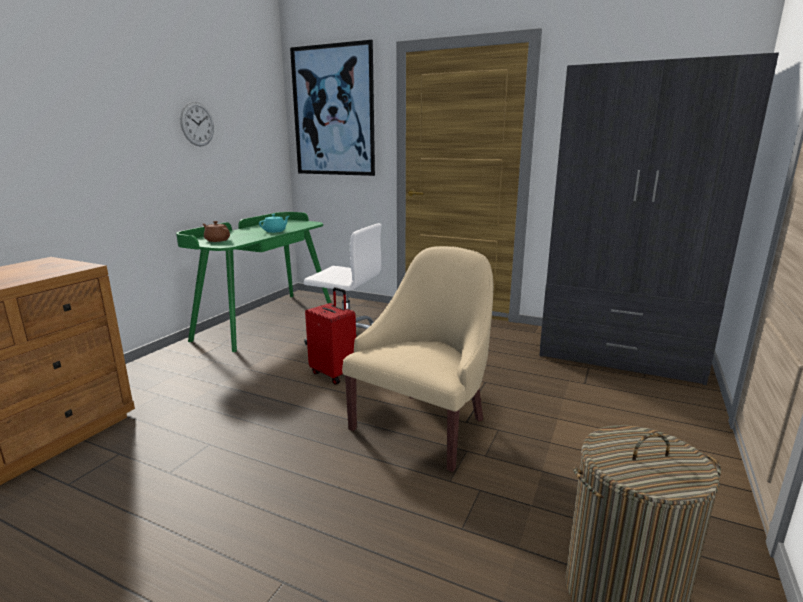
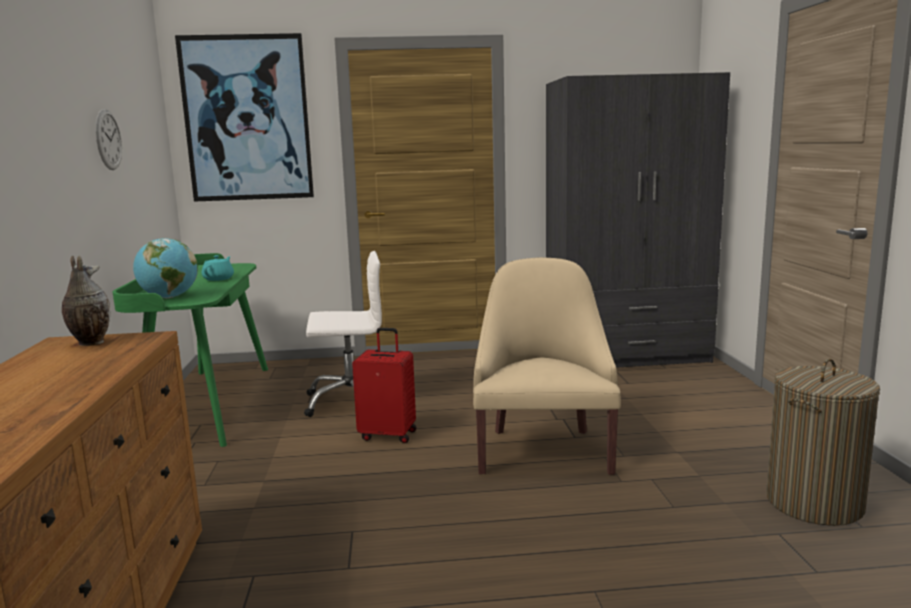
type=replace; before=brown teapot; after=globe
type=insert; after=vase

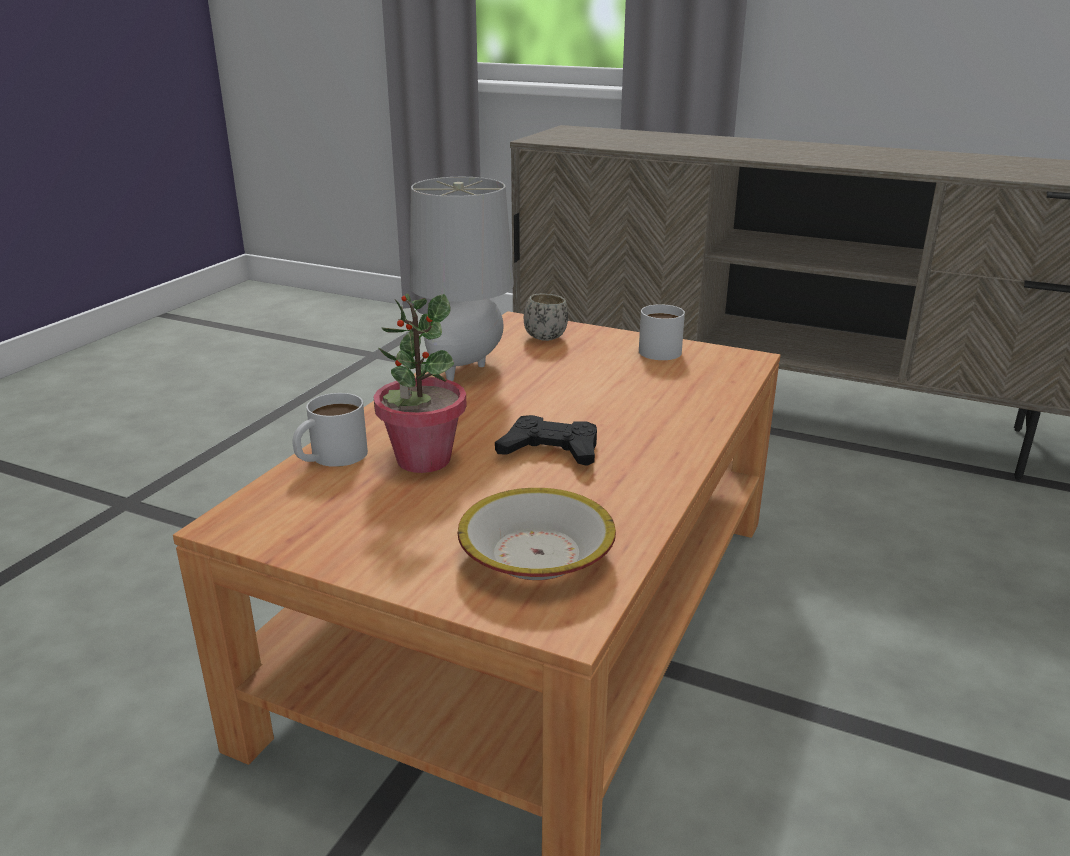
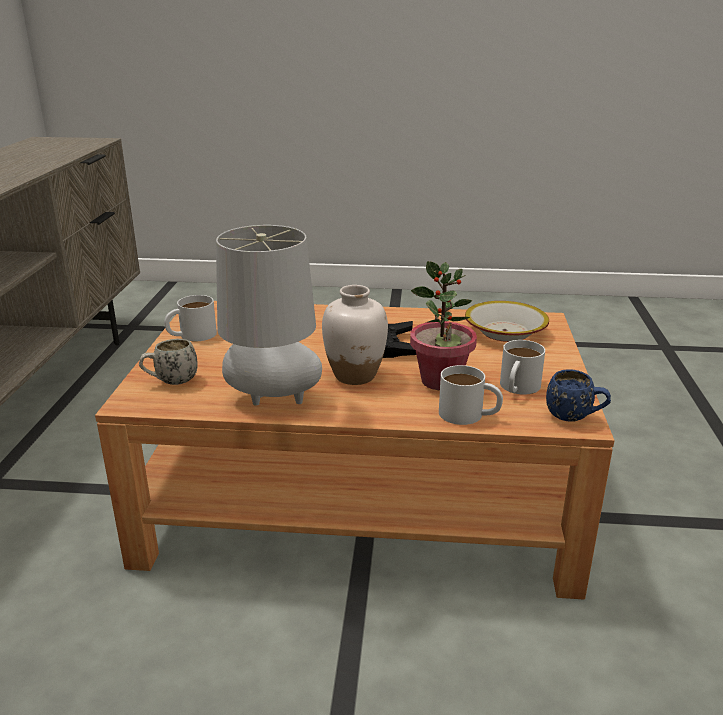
type=insert; after=white vase
type=insert; after=white mug (4th from left)
type=insert; after=blue mug

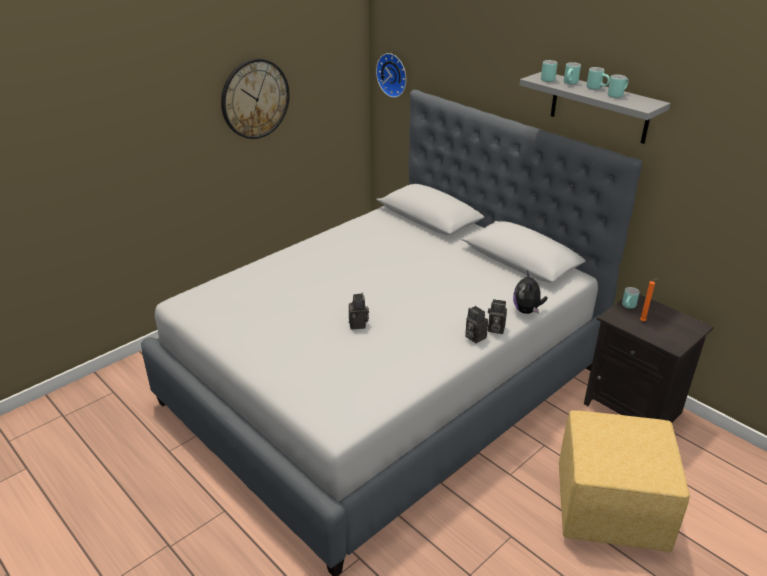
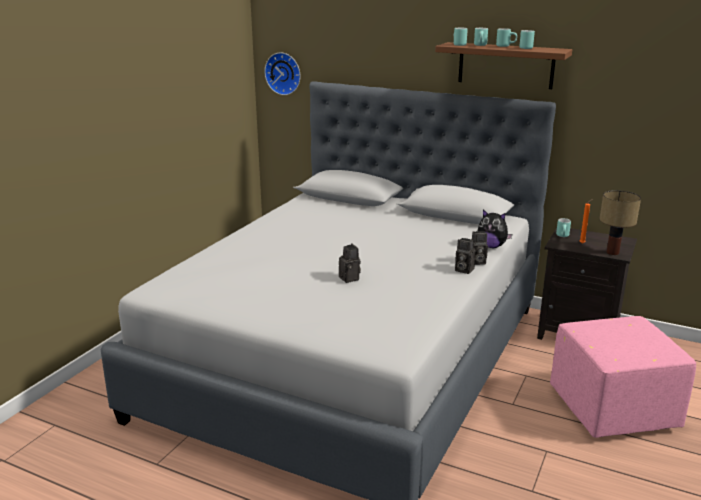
type=delete; before=wall clock (1st from left)
type=rotate; before=plush toy; turn=-45
type=recolor; before=grey shelf; after=brown shelf
type=recolor; before=yellow ottoman; after=pink ottoman
type=insert; after=table lamp

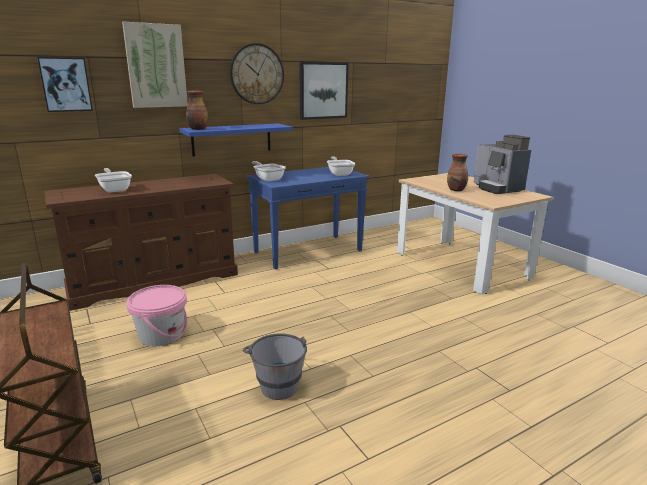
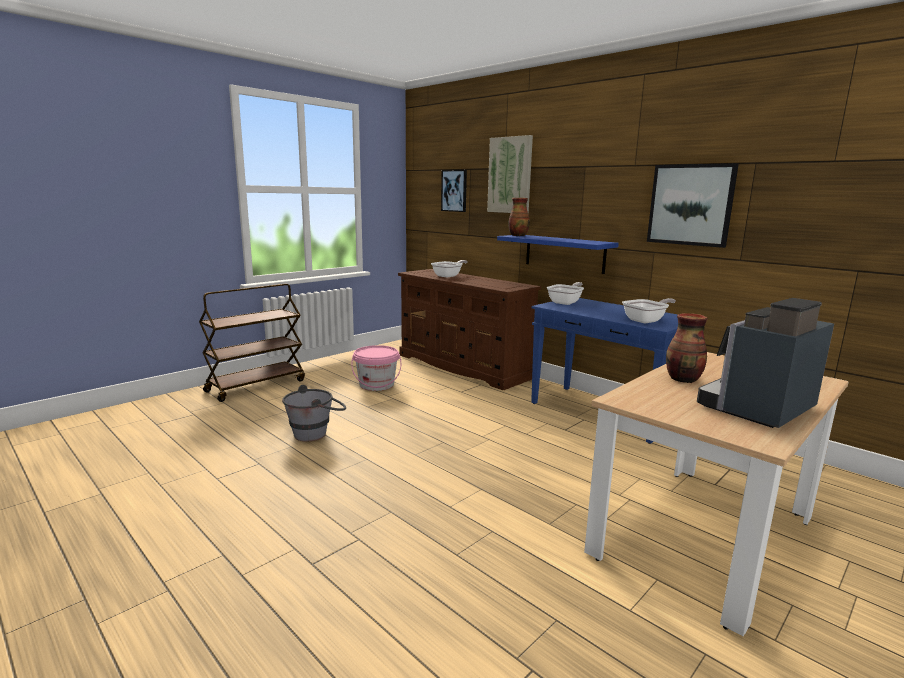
type=delete; before=wall clock

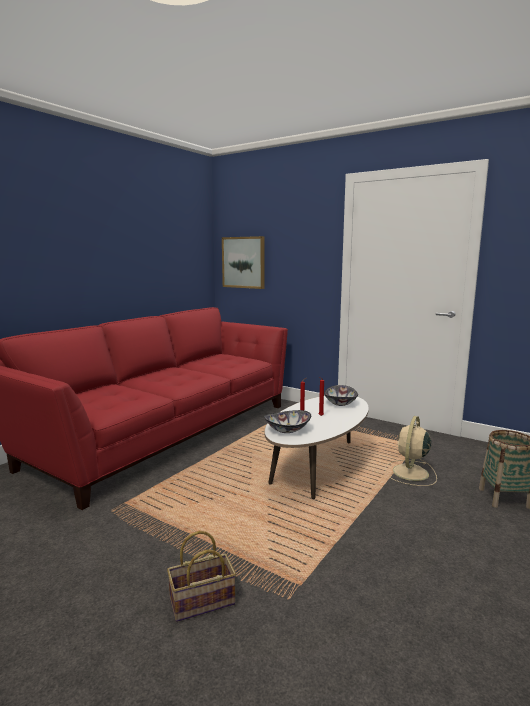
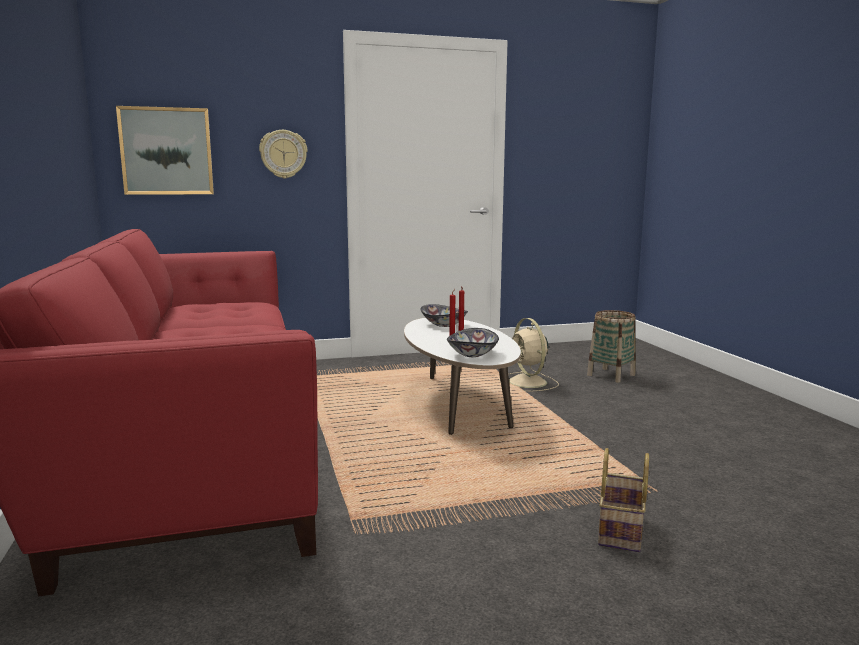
type=insert; after=wall clock

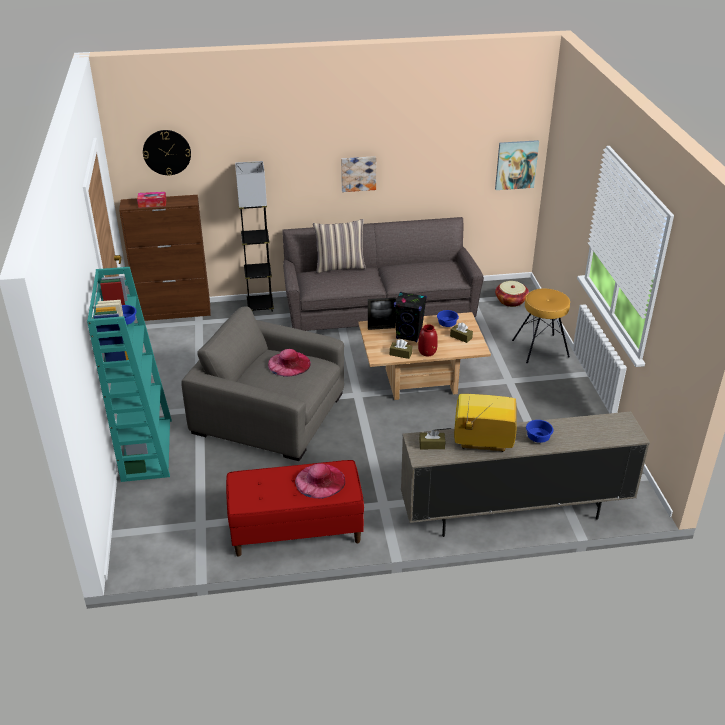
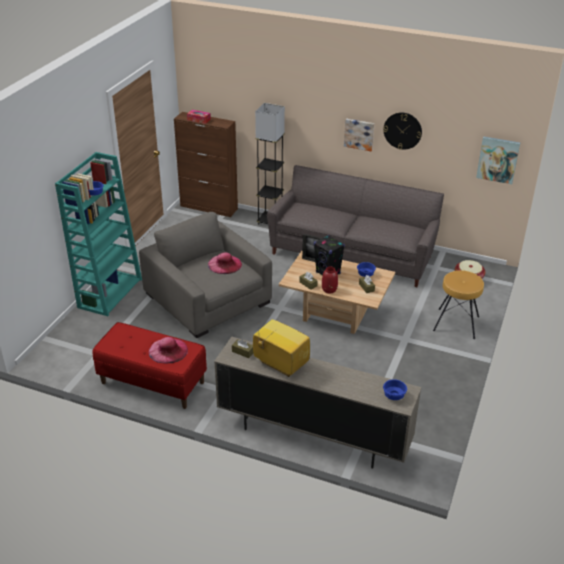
type=move; before=wall clock
type=delete; before=pillow
type=move; before=blue bowl (3rd from left)

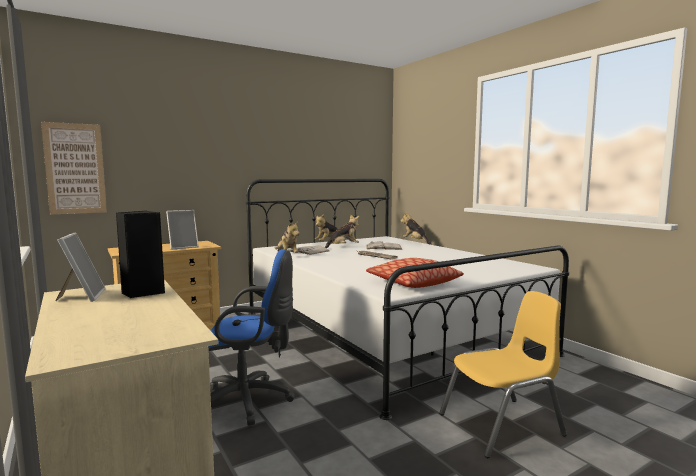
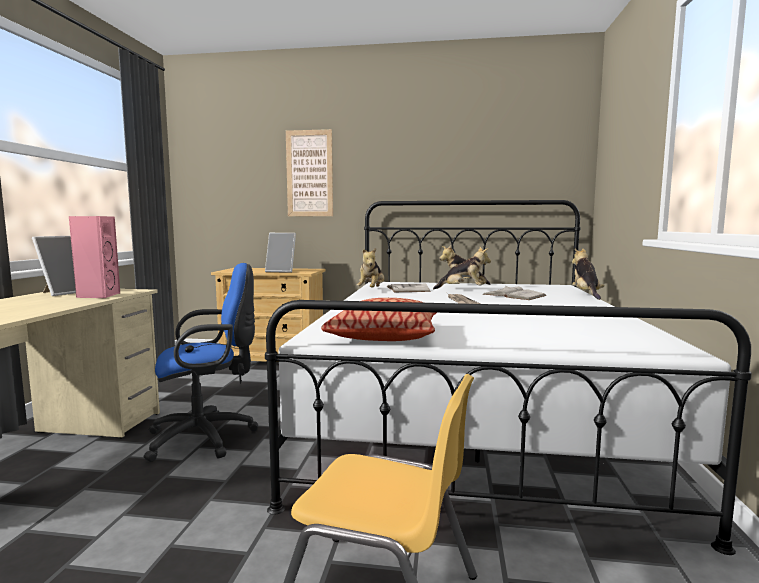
type=move; before=picture
type=recolor; before=black speaker; after=pink speaker
type=rotate; before=blue office chair; turn=-60

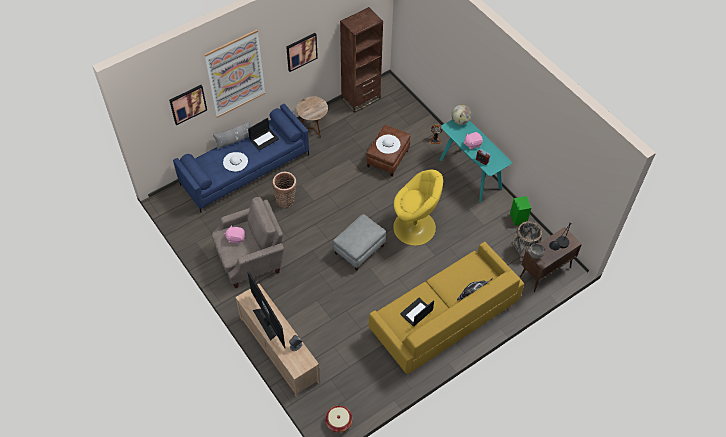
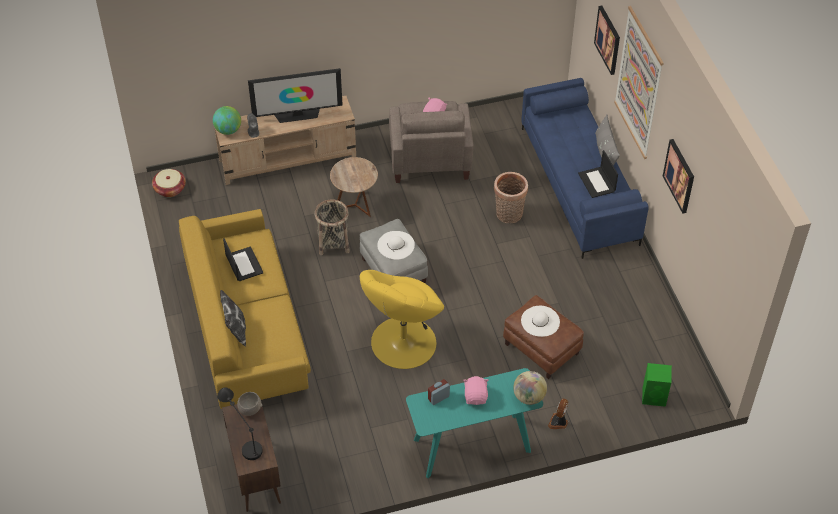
type=move; before=white hat (1st from left)
type=move; before=brown side table
type=delete; before=brown bookcase
type=move; before=green speaker
type=move; before=basket (3rd from left in the first image); after=basket (2nd from left)
type=insert; after=globe (1st from left)

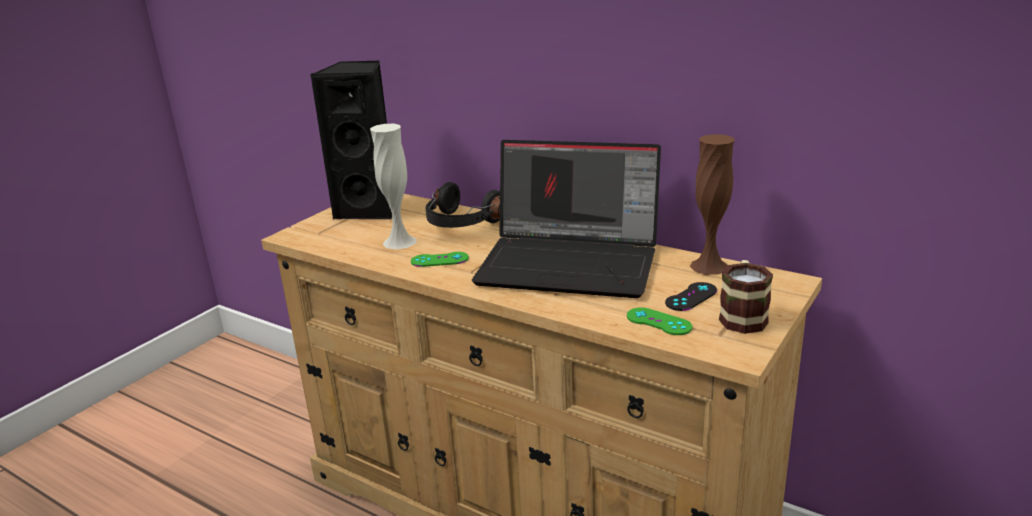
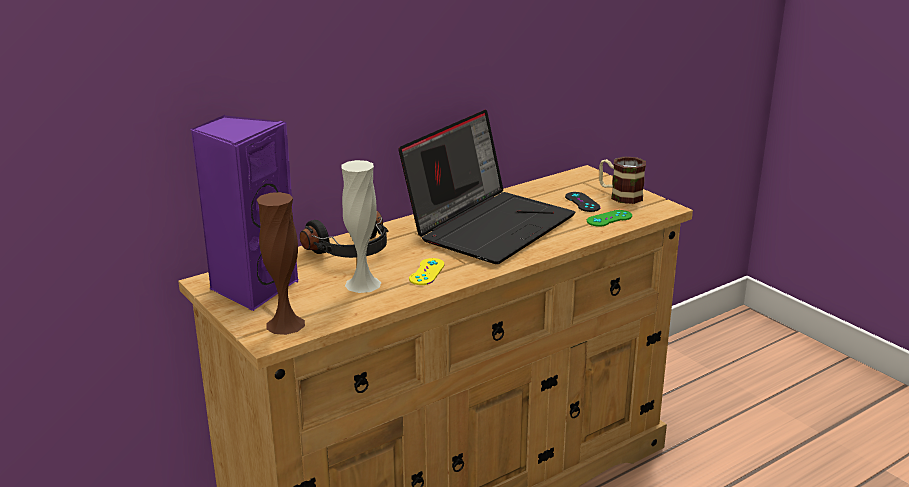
type=recolor; before=black speaker; after=purple speaker
type=recolor; before=green game controller (1st from left); after=yellow game controller
type=move; before=brown vase

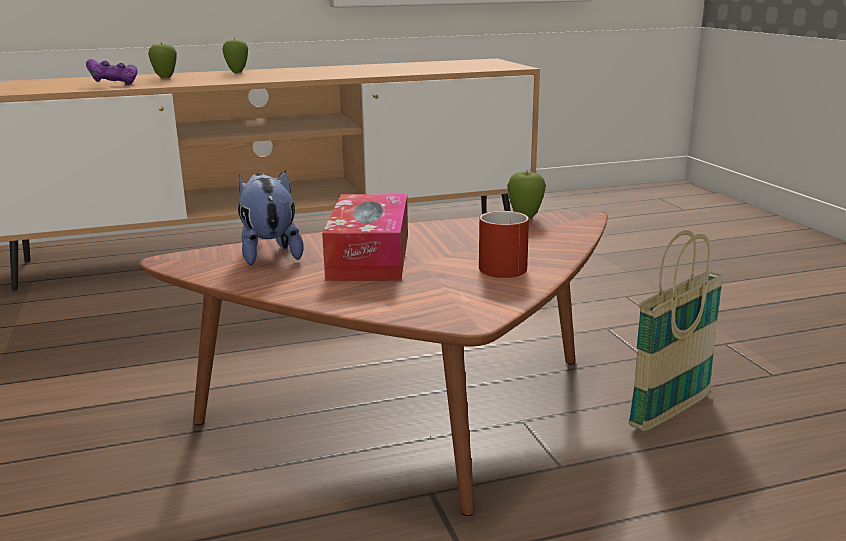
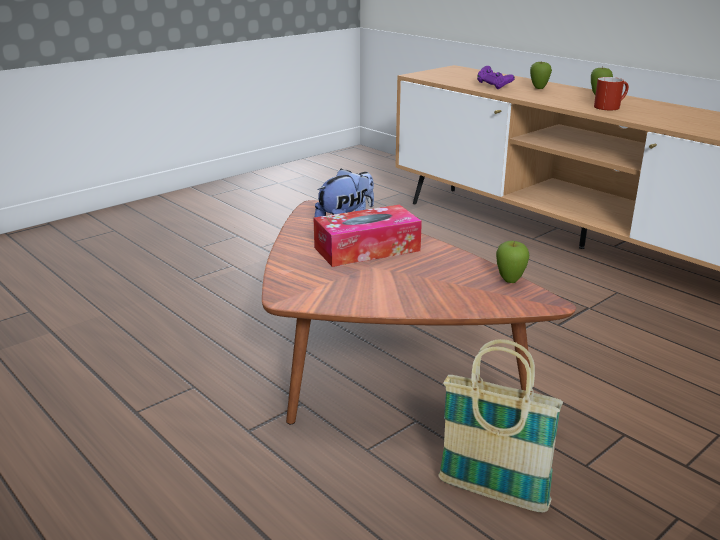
type=move; before=red mug

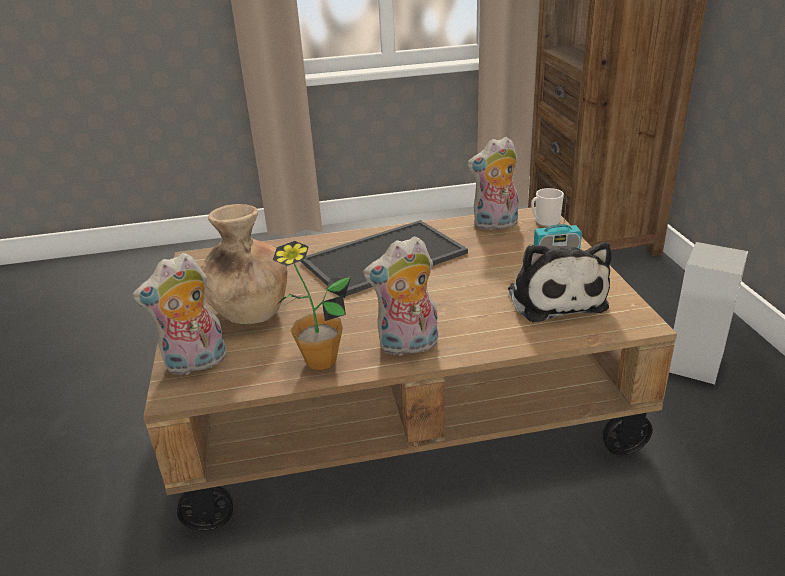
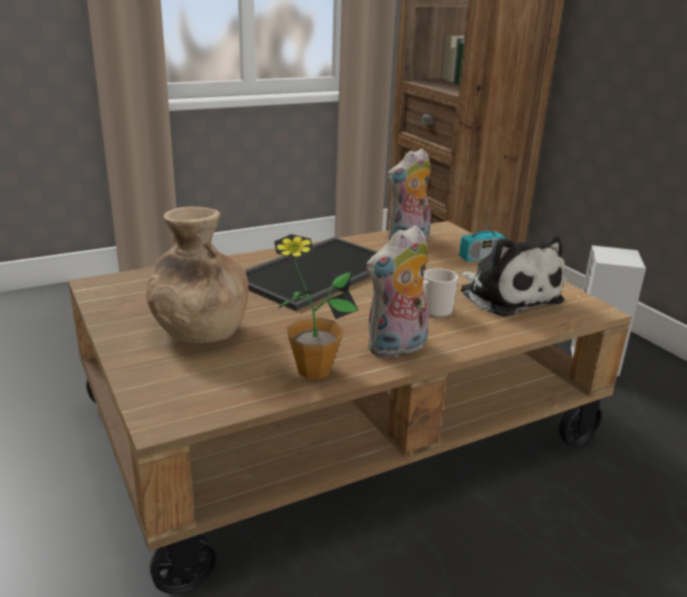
type=delete; before=plush toy (1st from left)
type=move; before=mug

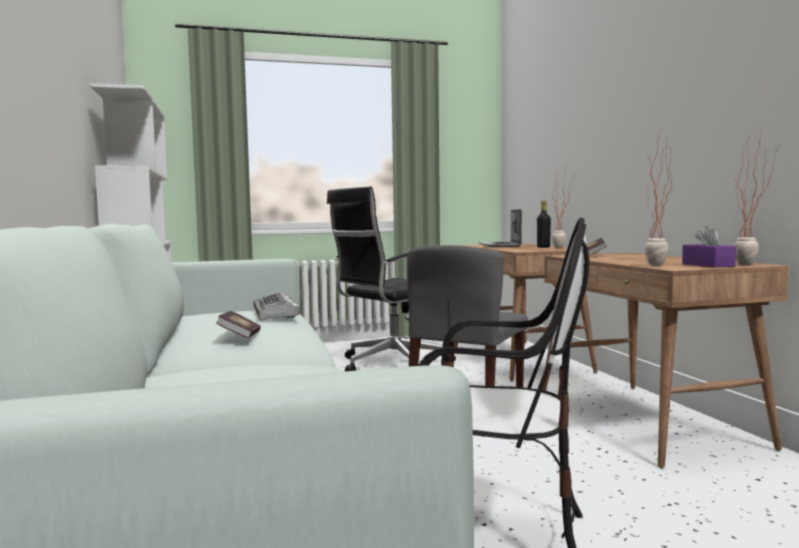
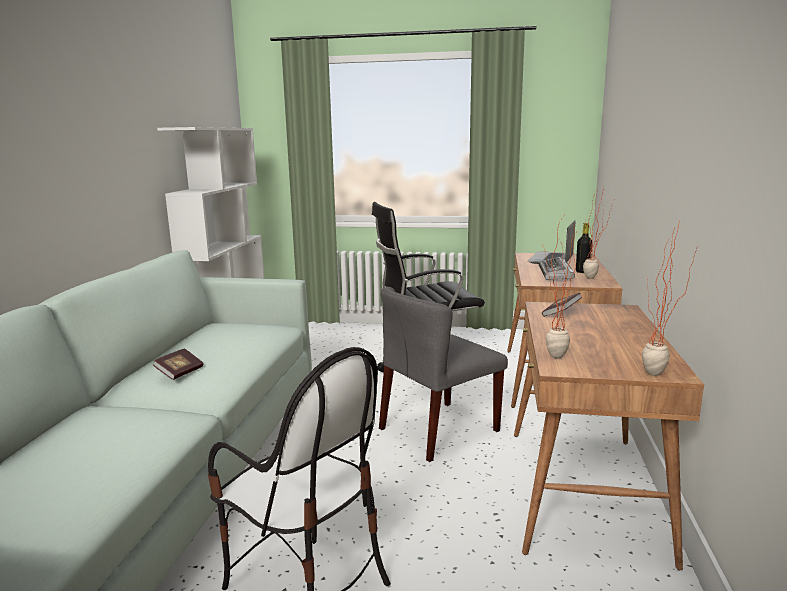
type=move; before=keyboard
type=delete; before=purple tissue box

